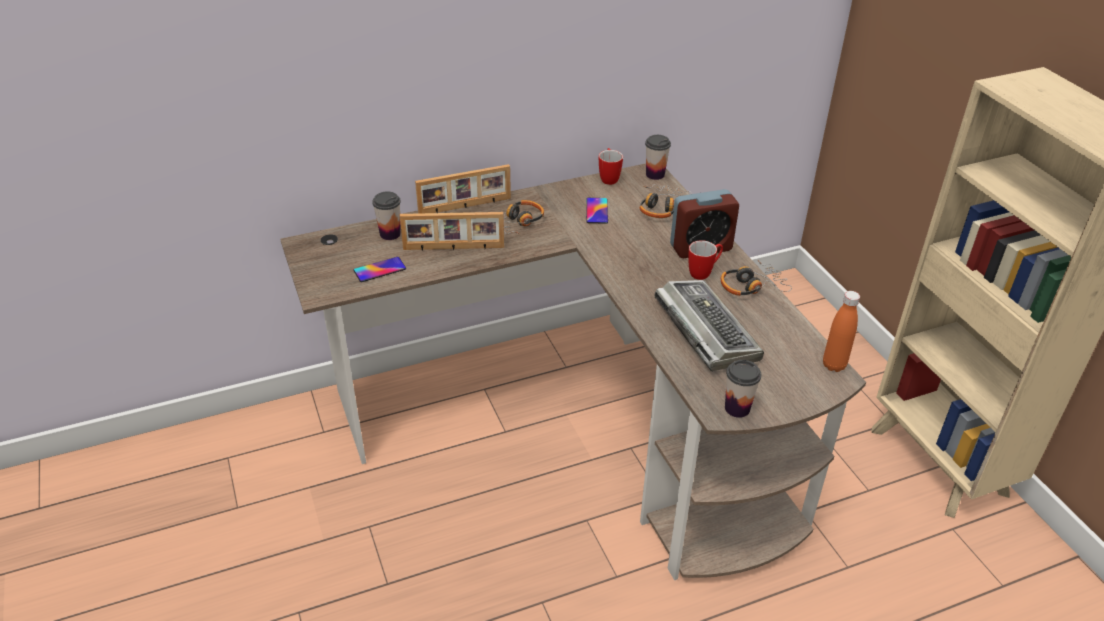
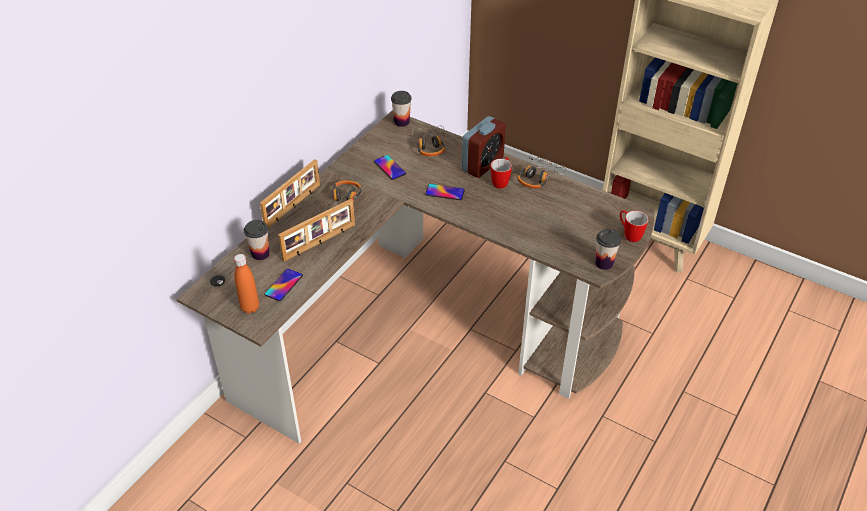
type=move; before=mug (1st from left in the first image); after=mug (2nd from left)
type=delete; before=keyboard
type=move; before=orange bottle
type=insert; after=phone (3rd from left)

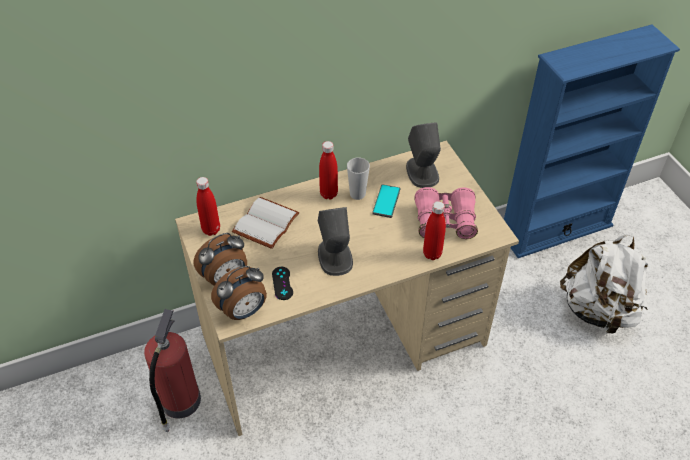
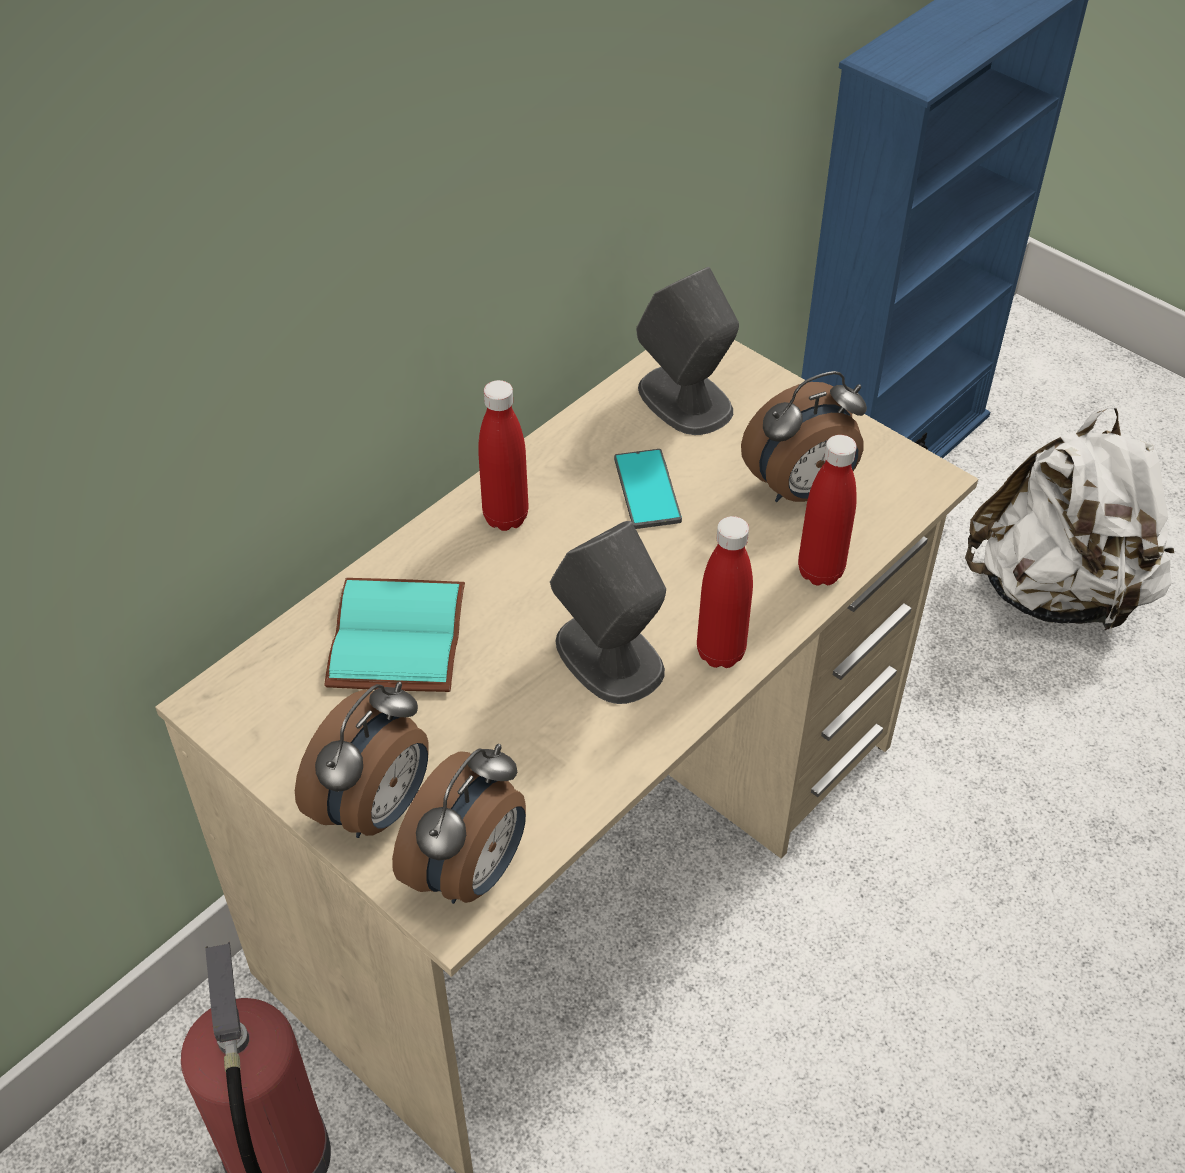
type=move; before=red bottle (1st from left in the first image); after=red bottle (2nd from left)
type=recolor; before=white book; after=turquoise book
type=delete; before=black game controller
type=delete; before=cup
type=replace; before=pink binoculars; after=alarm clock (3rd from left)

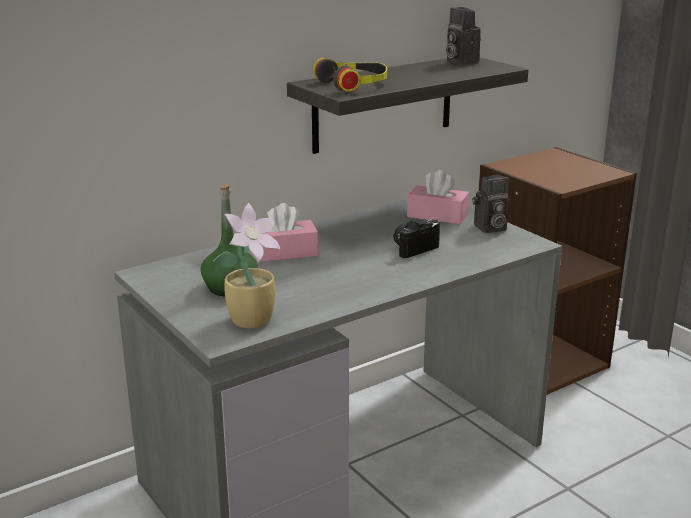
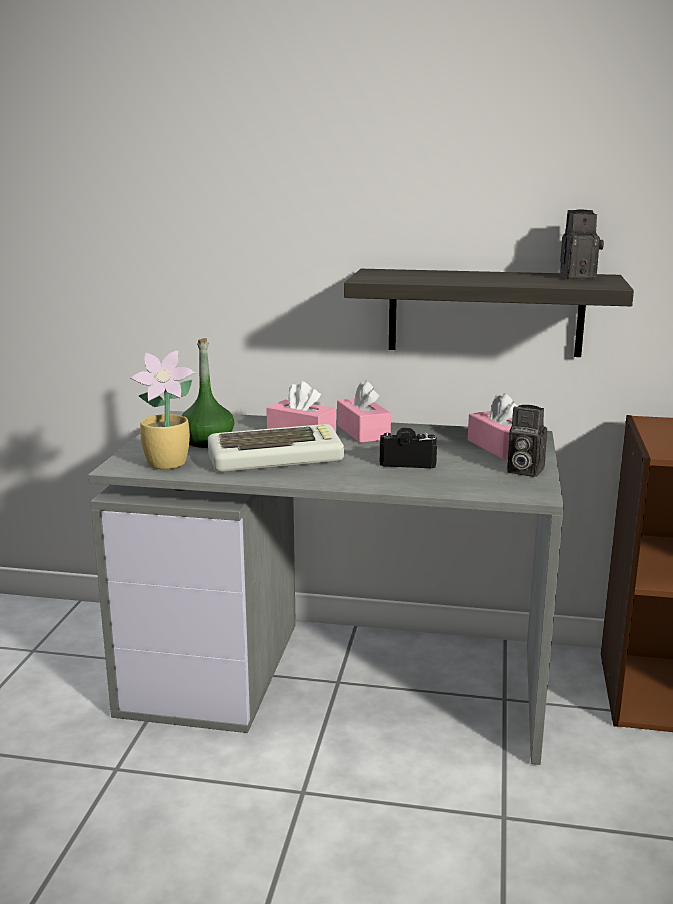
type=delete; before=headphones
type=rotate; before=photo camera (2nd from left in the first image); turn=75
type=insert; after=keyboard
type=insert; after=pink tissue box (2nd from left)

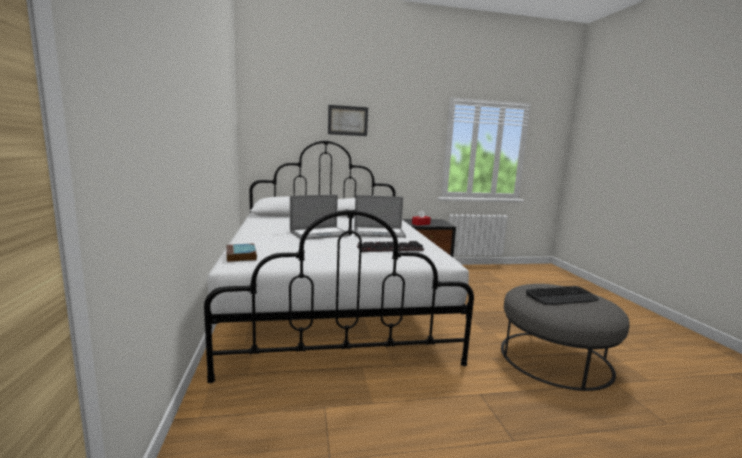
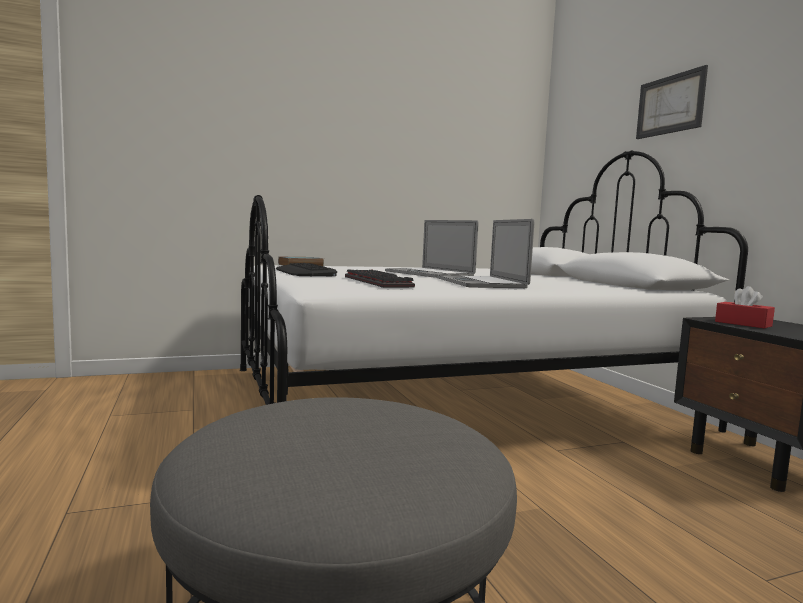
type=move; before=keyboard (2nd from left in the first image); after=keyboard (1st from left)

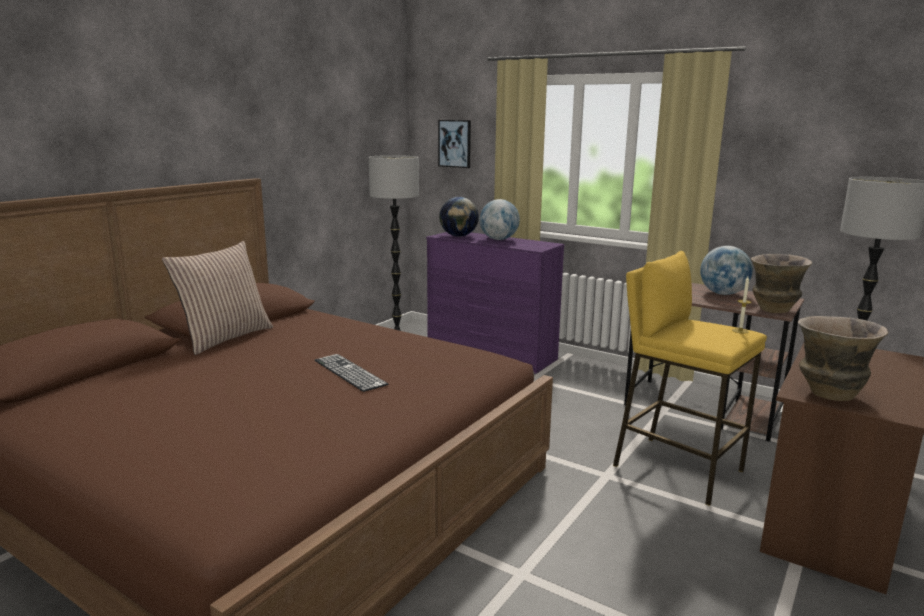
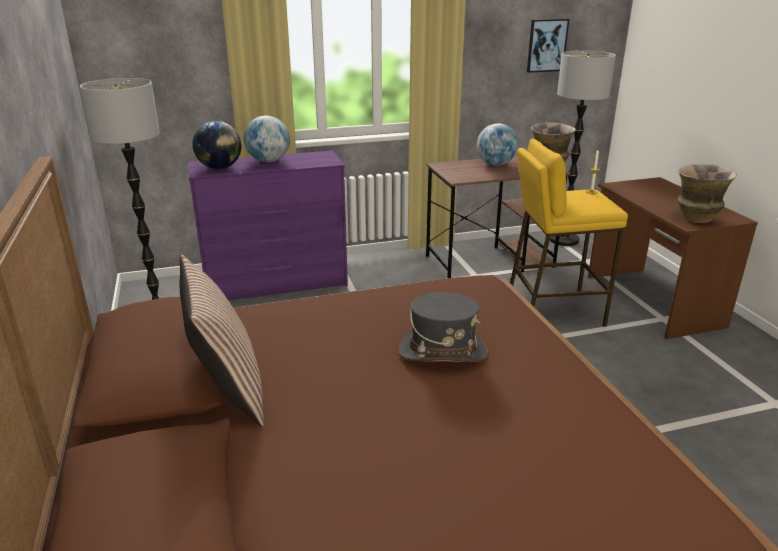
type=replace; before=keyboard; after=grey hat
type=move; before=picture

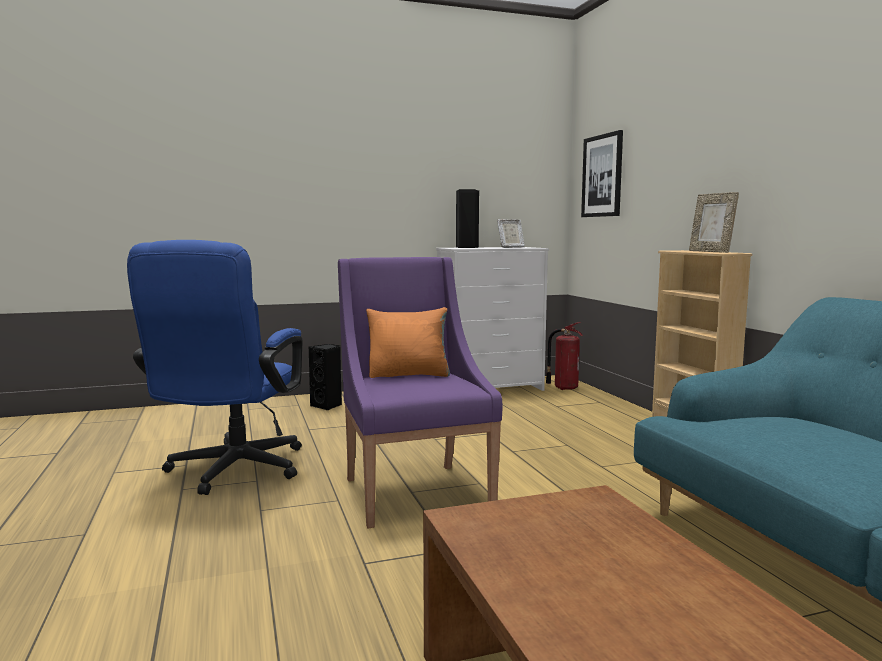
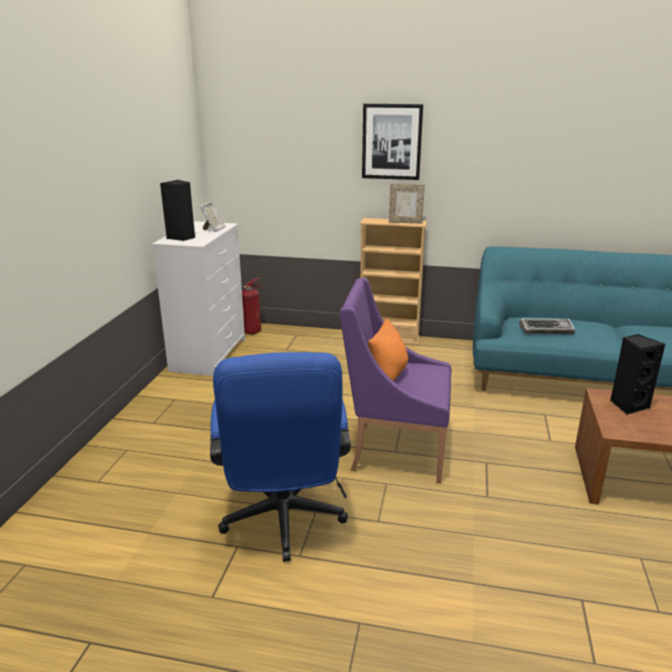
type=rotate; before=blue office chair; turn=45
type=move; before=black speaker (1st from left in the first image); after=black speaker (2nd from left)
type=move; before=picture
type=insert; after=keyboard

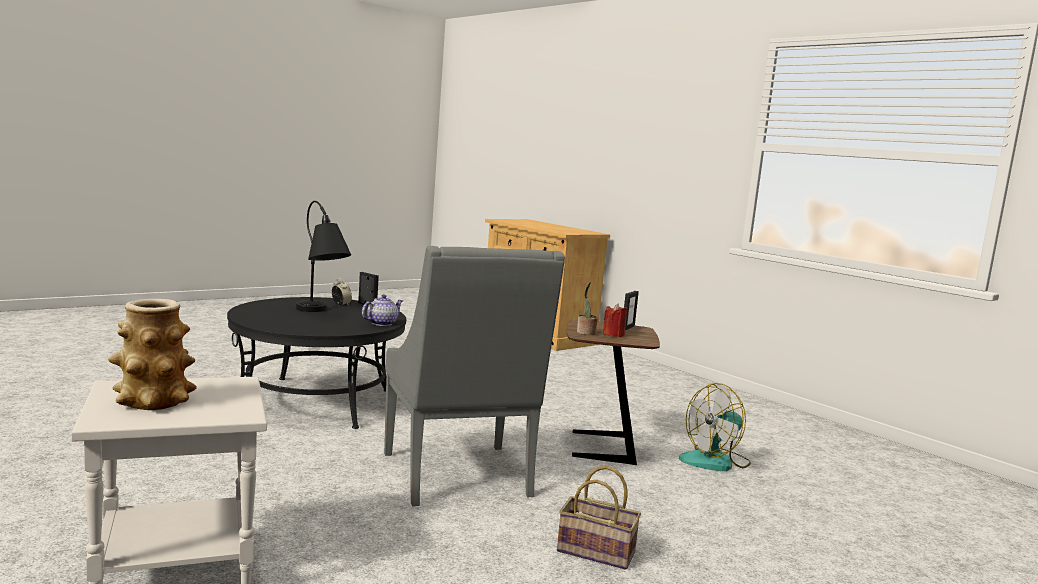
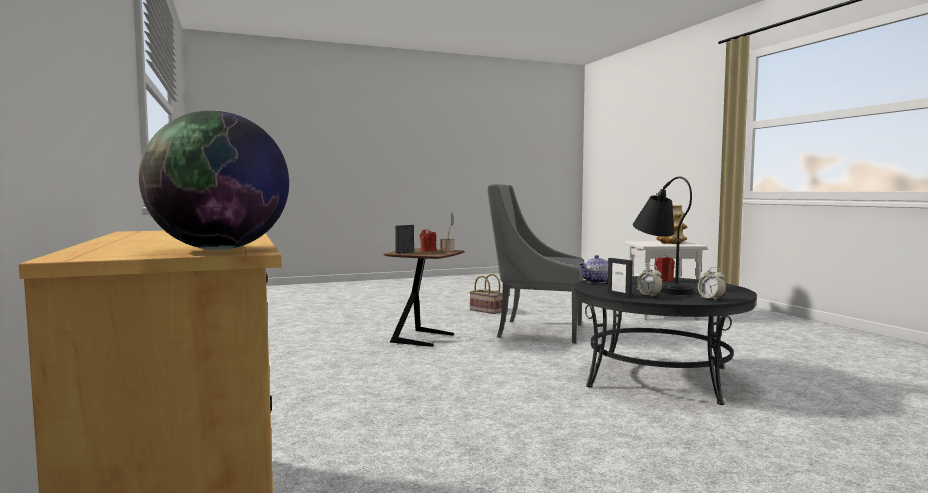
type=rotate; before=grey armchair; turn=-75
type=delete; before=fan
type=insert; after=globe
type=insert; after=red candle (2nd from left)
type=insert; after=alarm clock (2nd from left)

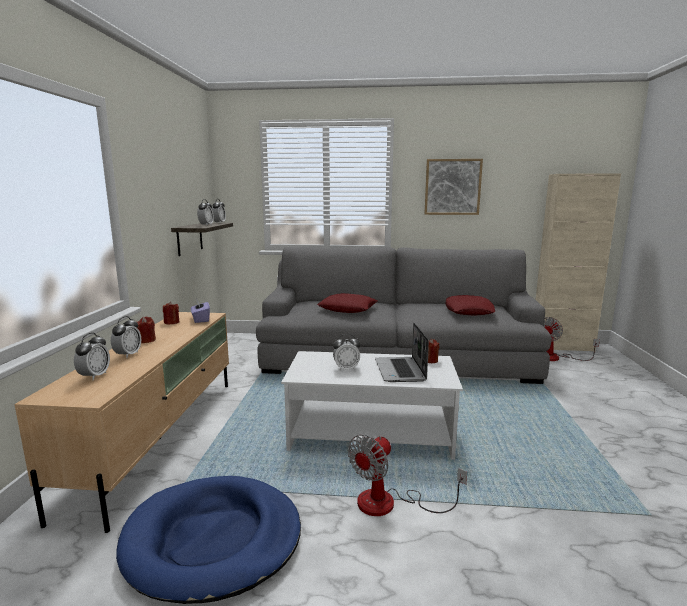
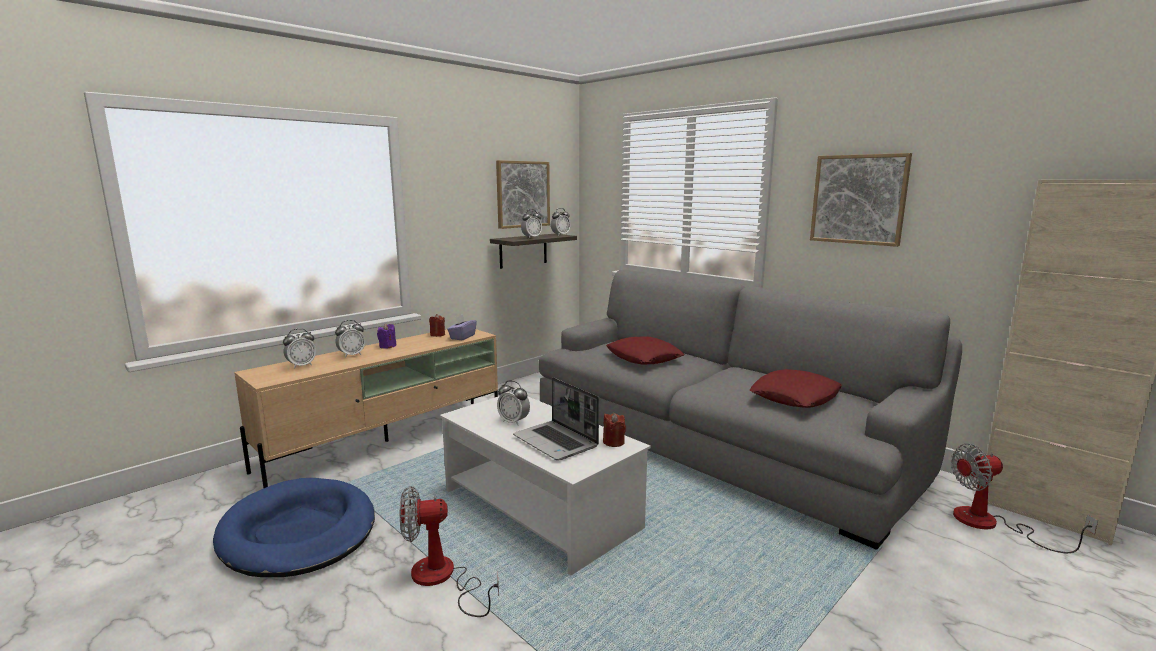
type=recolor; before=red candle (1st from left); after=purple candle
type=rotate; before=laptop; turn=-75
type=insert; after=picture (1st from left)

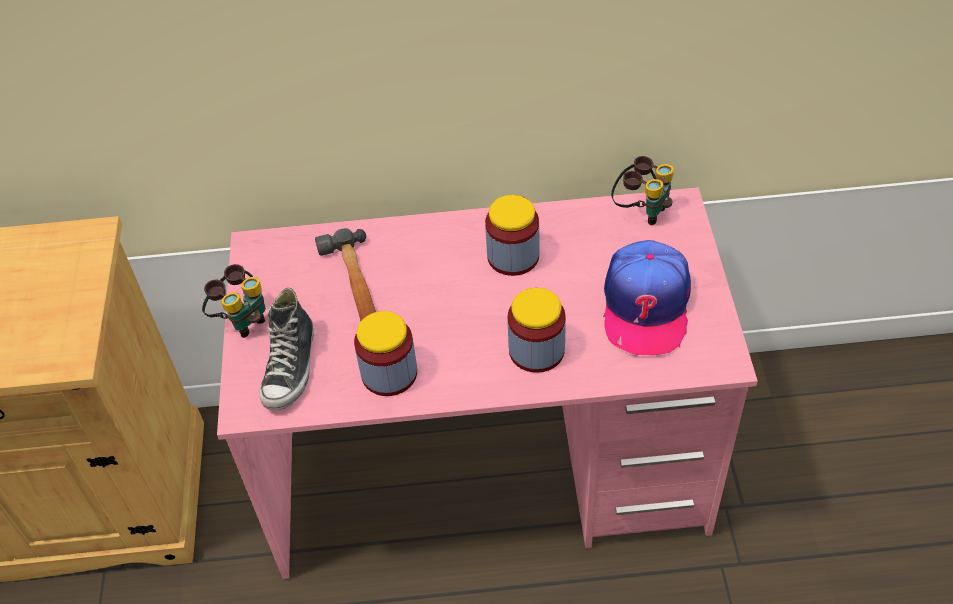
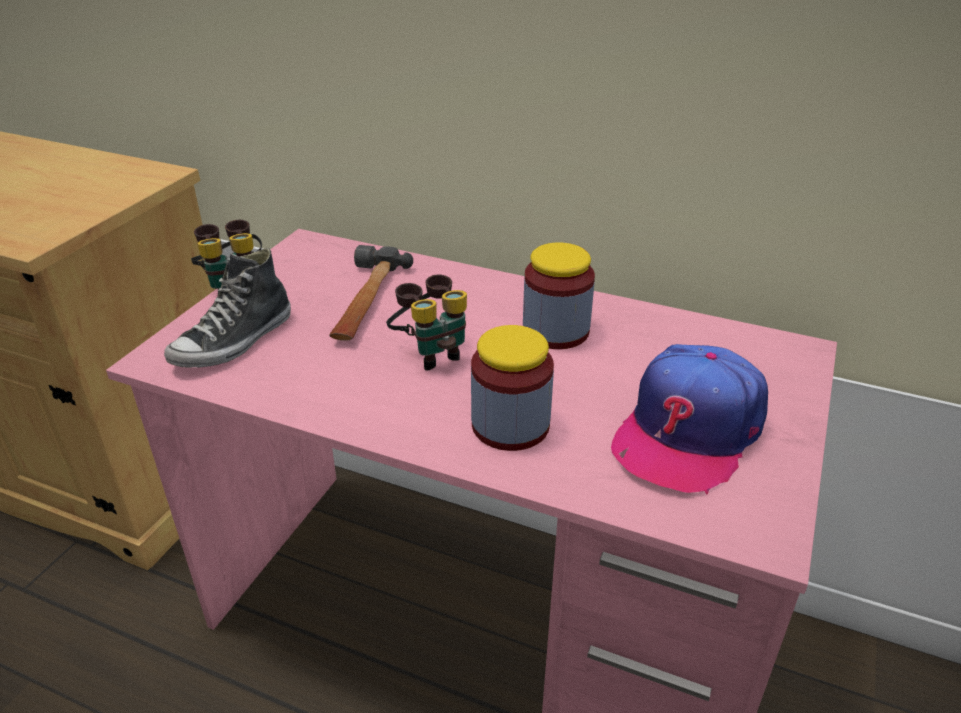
type=delete; before=jar (1st from left)
type=move; before=binoculars (2nd from left)

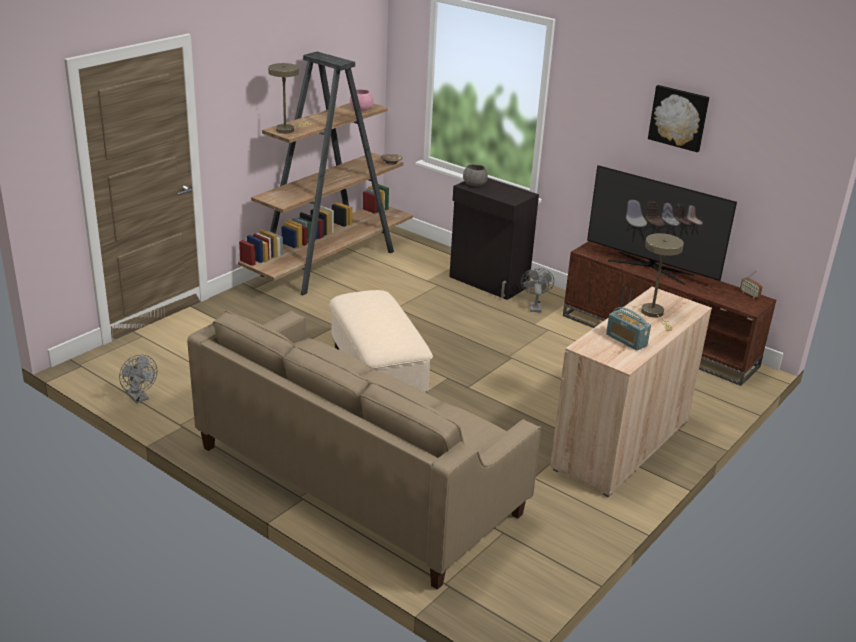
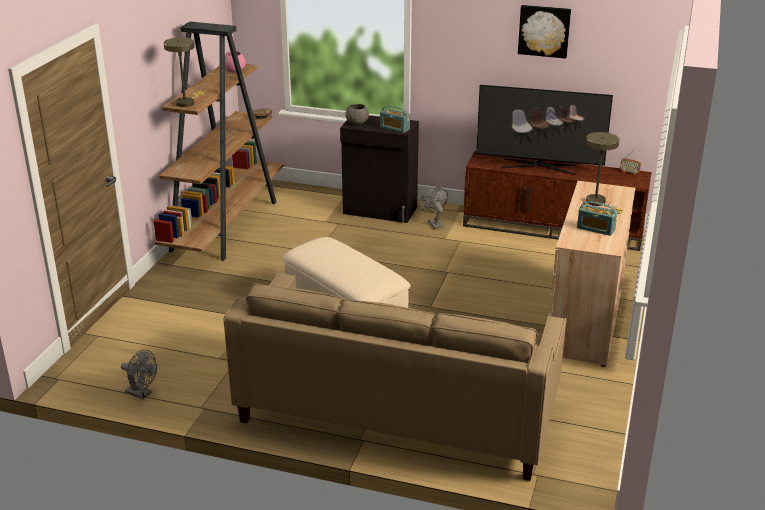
type=insert; after=radio (1st from left)

